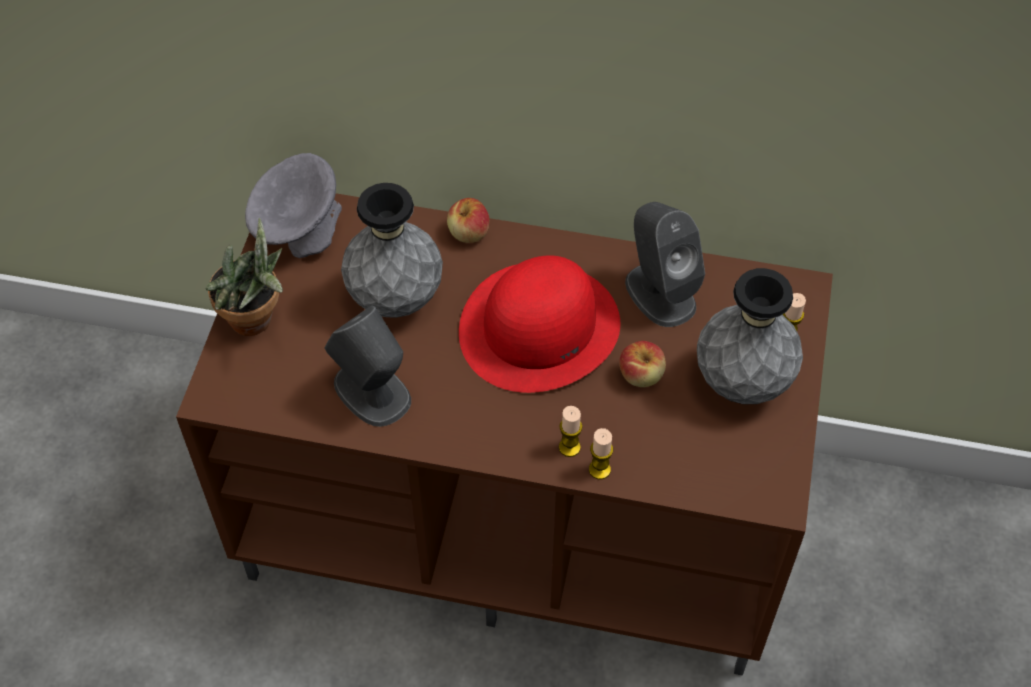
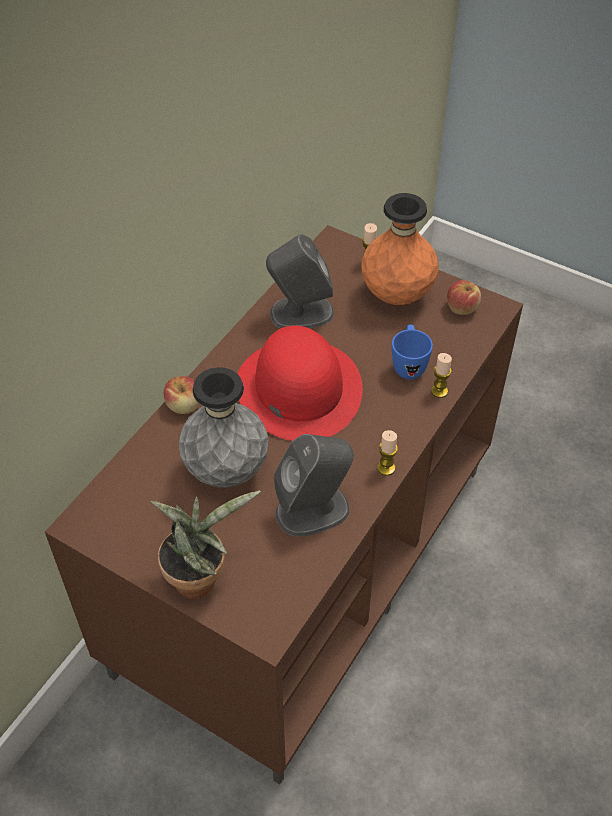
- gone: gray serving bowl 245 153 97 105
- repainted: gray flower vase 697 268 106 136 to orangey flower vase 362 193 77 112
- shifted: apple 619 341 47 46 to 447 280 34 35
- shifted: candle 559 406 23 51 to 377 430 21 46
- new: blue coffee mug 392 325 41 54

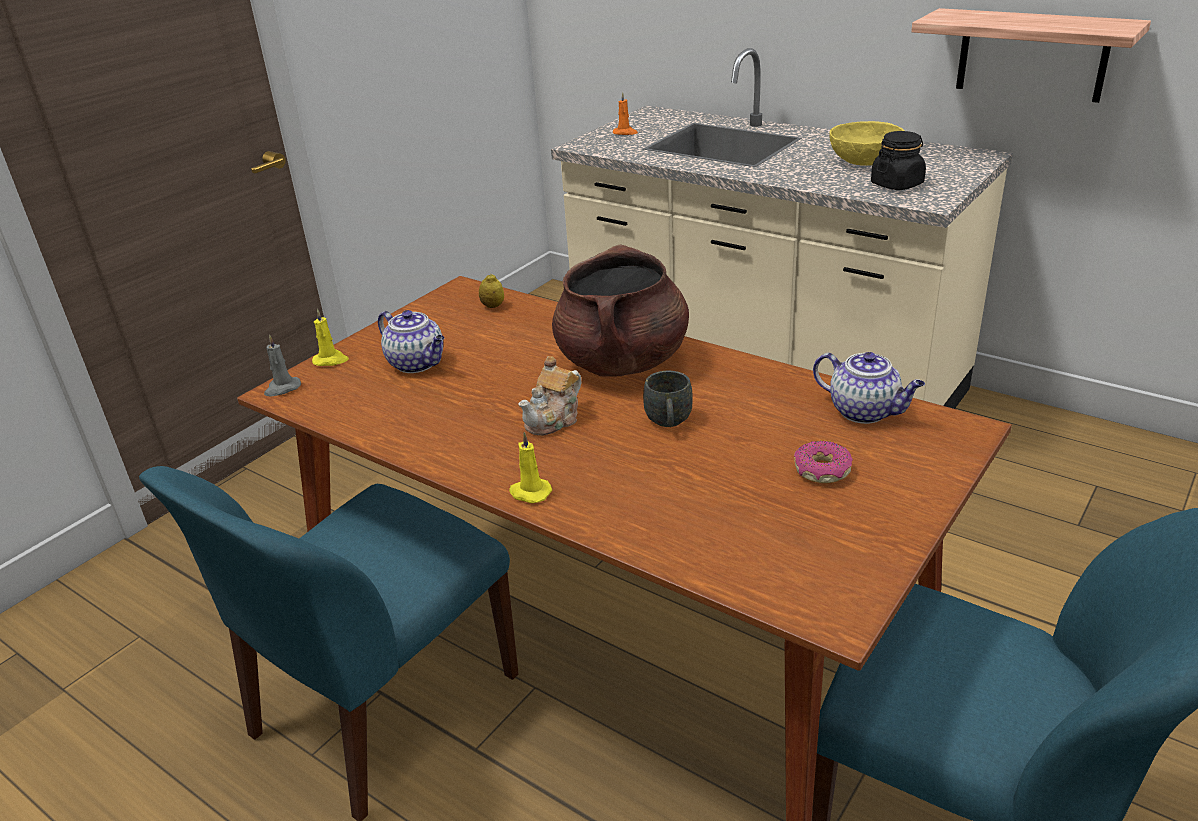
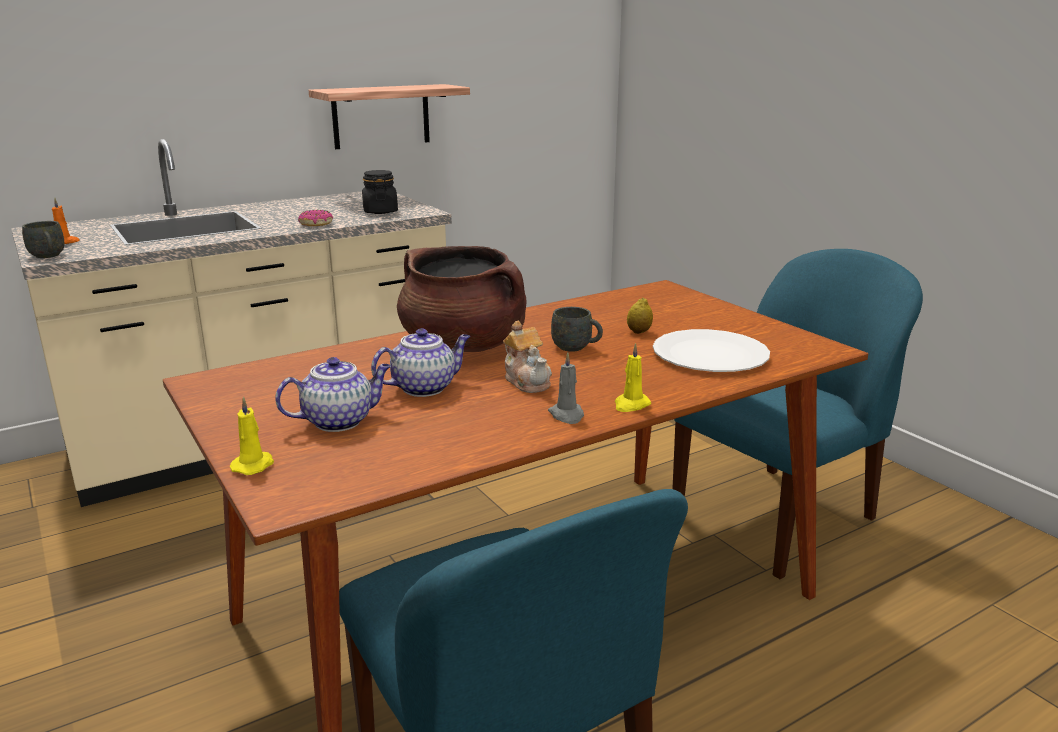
- gone: yellowish serving bowl 829 121 75 45
- shifted: whole lemon 479 274 25 34 to 627 297 26 37
- shifted: gray candle 264 335 37 61 to 548 352 36 72
- shifted: tea pot 813 352 112 72 to 371 328 99 69
- shifted: ring doughnut 794 441 59 42 to 298 210 35 16
- new: gray coffee mug 22 221 43 37
- new: white-coloured flat dish 653 329 117 43

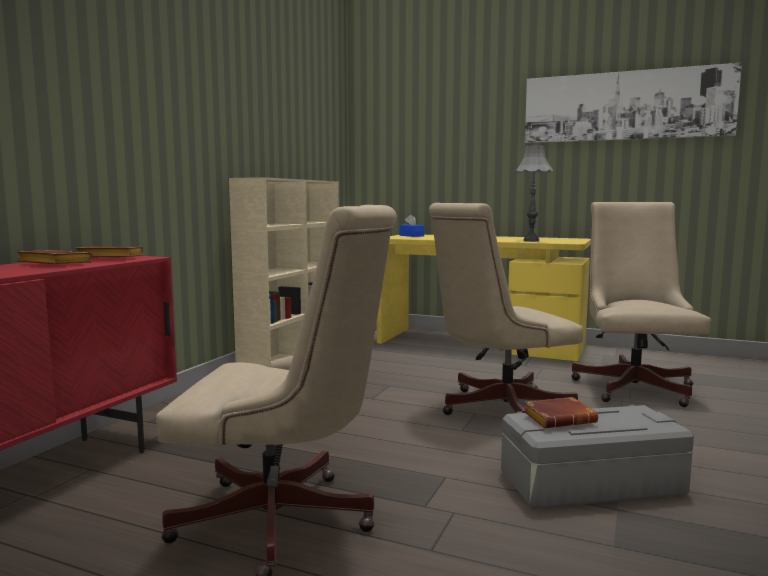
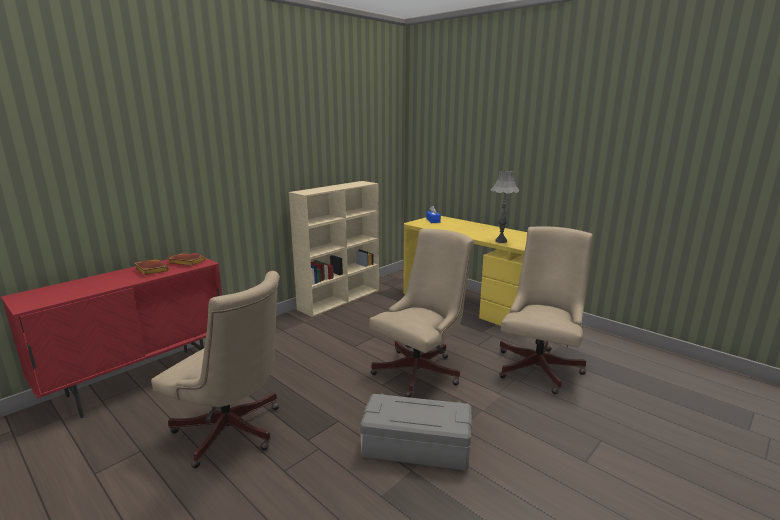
- gone: picture 525 63 217 80
- rotated: beige-coloured computer chair 429 203 154 212 = 369 228 105 169 135 degrees clockwise
- gone: brown-coloured volume 523 397 75 31

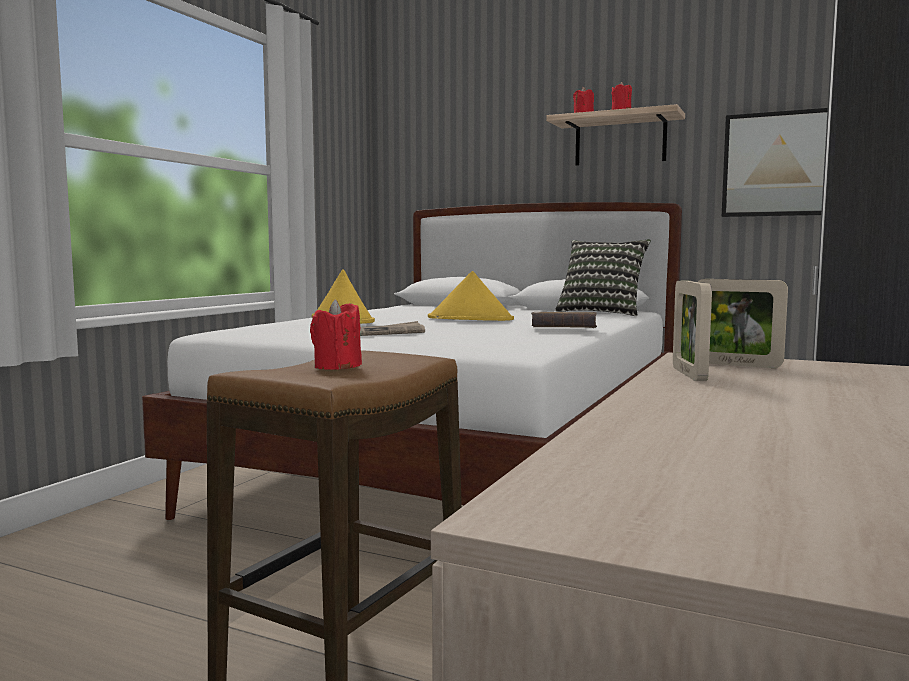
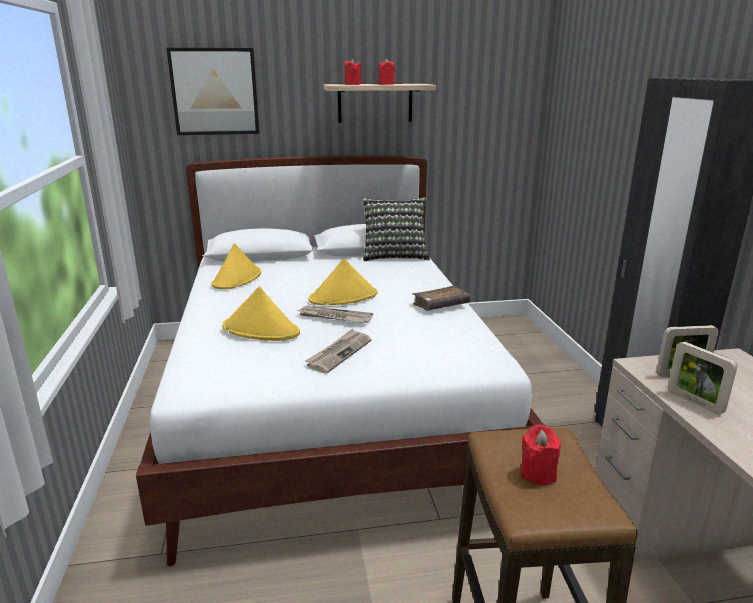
- shifted: picture 722 108 106 109 to 166 48 93 87
- new: yellowish clothing hat 212 243 49 46
- new: printed paper 297 306 76 17

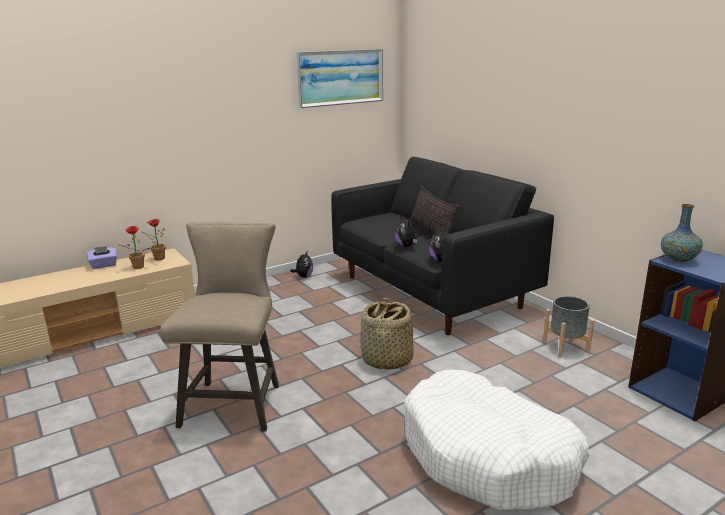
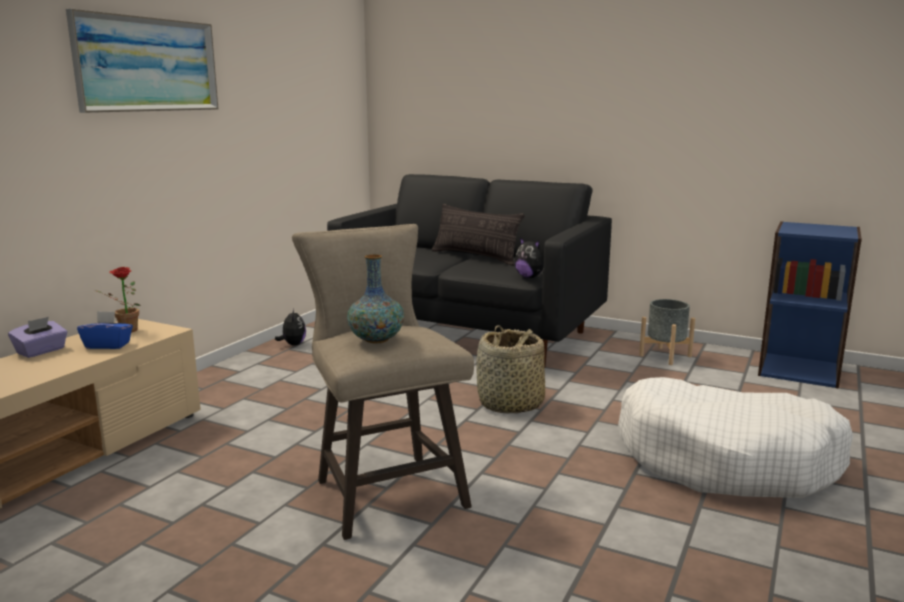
- shifted: picture 296 49 87 59 to 66 9 152 104
- shifted: flower vase 661 204 42 58 to 347 254 57 89
- gone: soft toy 395 216 23 32
- swapped: houseplant 120 226 30 43 to blue tissue box 77 311 56 38

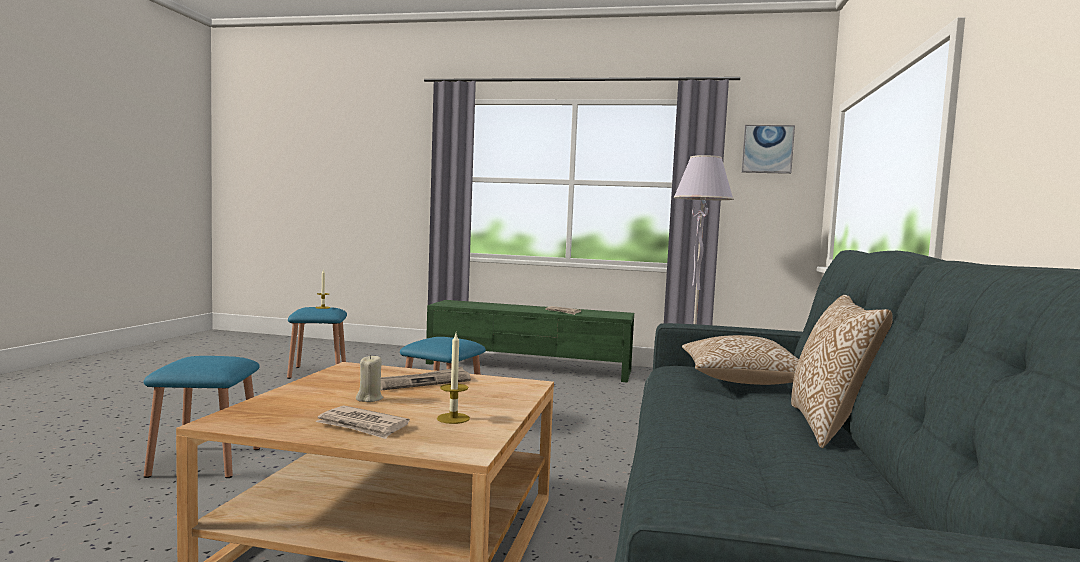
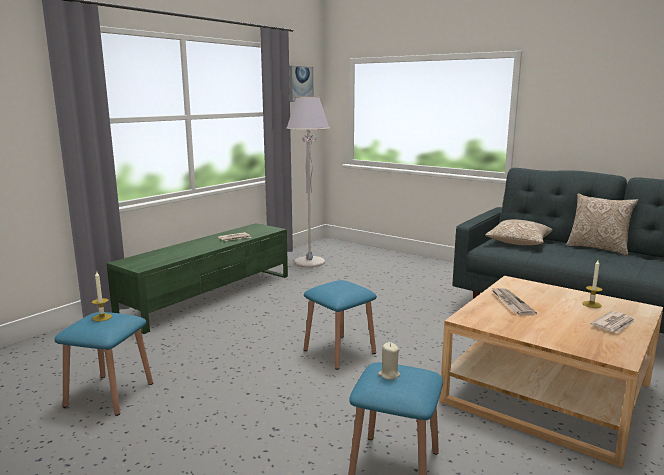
- shifted: beige-coloured candle 356 355 27 47 to 378 342 23 38

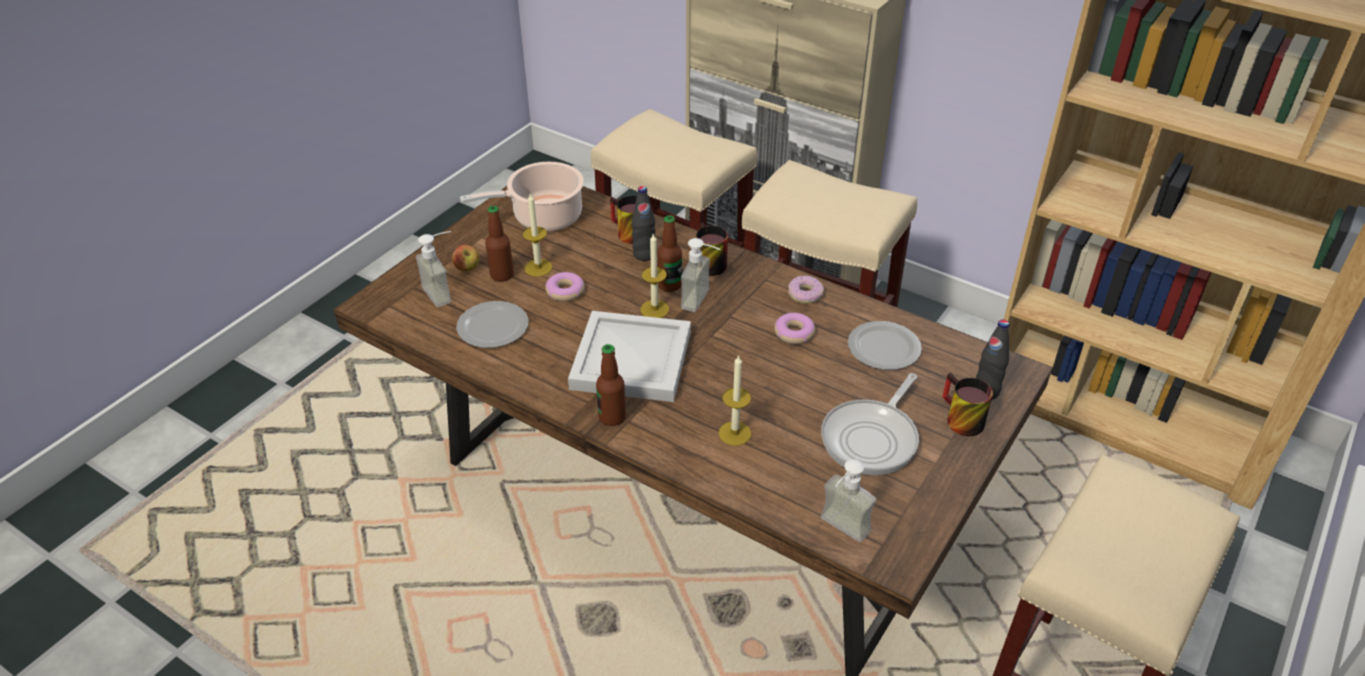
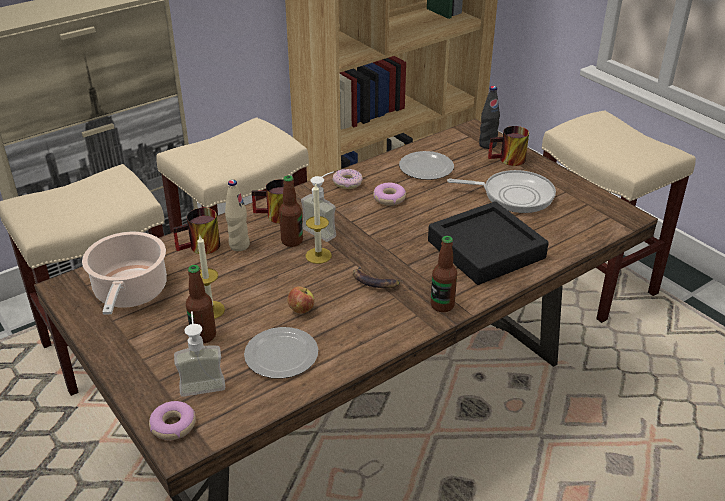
- repainted: black bottle 632 186 24 75 to beige-coloured bottle 225 180 25 71
- shifted: apple 452 245 27 26 to 287 286 28 28
- shifted: ring doughnut 545 272 40 30 to 149 401 47 39
- swapped: white-coloured tray 568 311 123 91 to banana fruit 353 266 47 22
- swapped: candle 719 355 32 91 to black tray 428 201 121 84
- rotated: skillet 821 373 98 102 = 447 170 109 43 45 degrees counterclockwise
- gone: liquid soap bottle 820 459 57 83

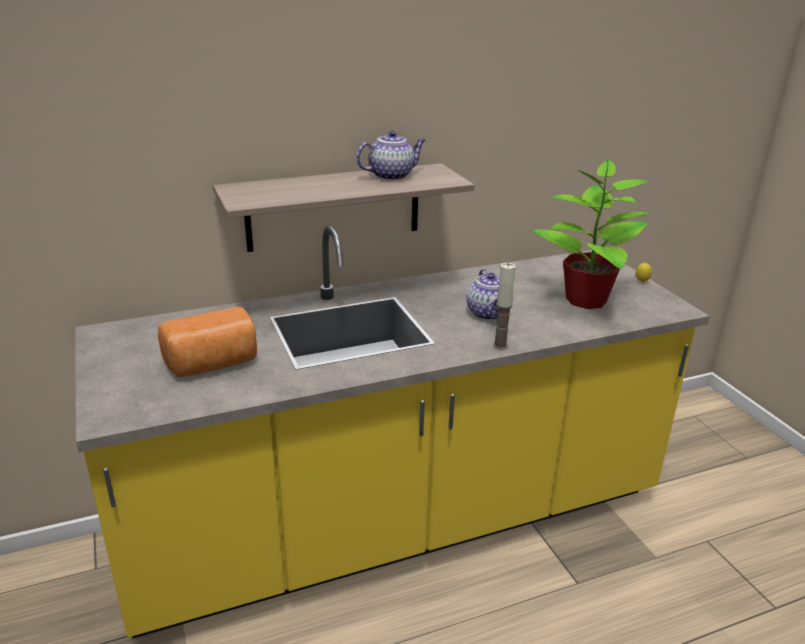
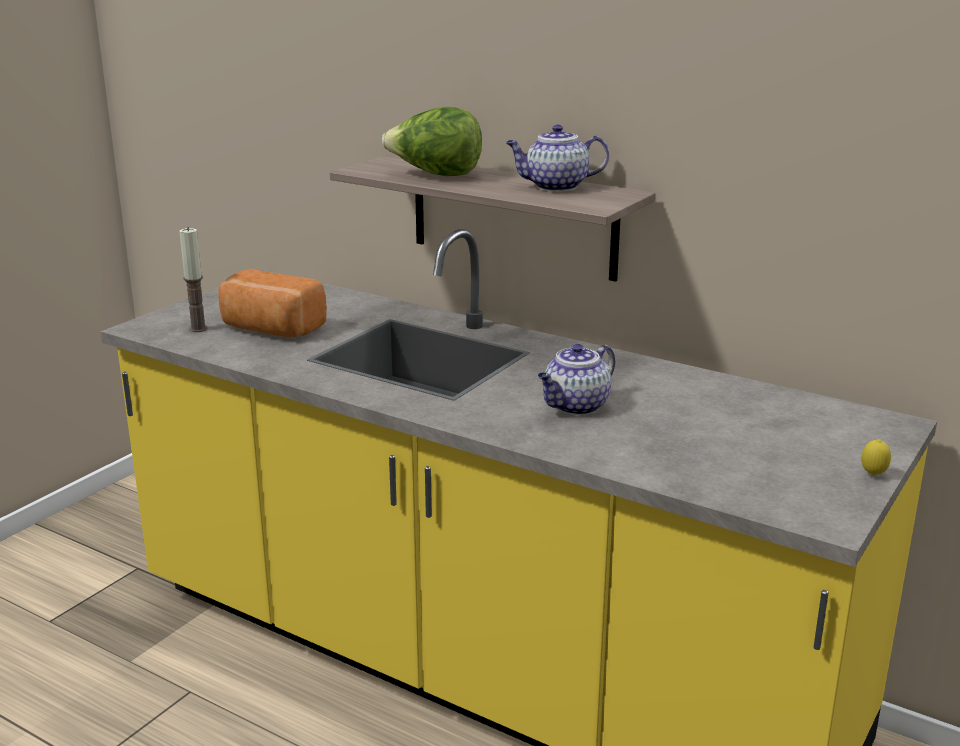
- rotated: tea pot 356 131 69 49 = 506 125 103 67 150 degrees clockwise
- gone: houseplant 531 160 121 149
- shifted: candle 493 263 23 87 to 179 227 29 105
- new: head of lettuce 382 106 100 70

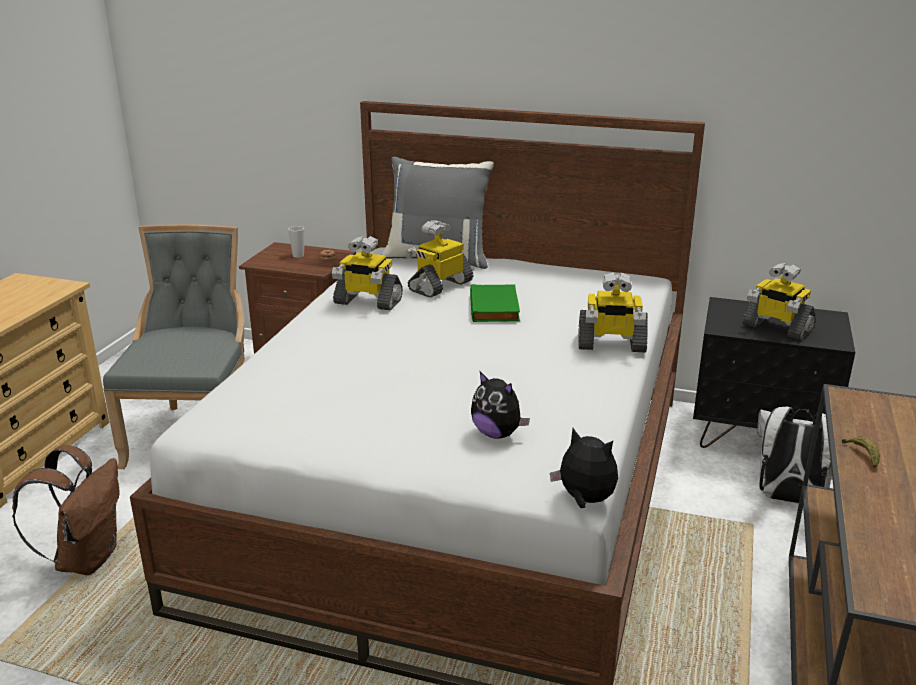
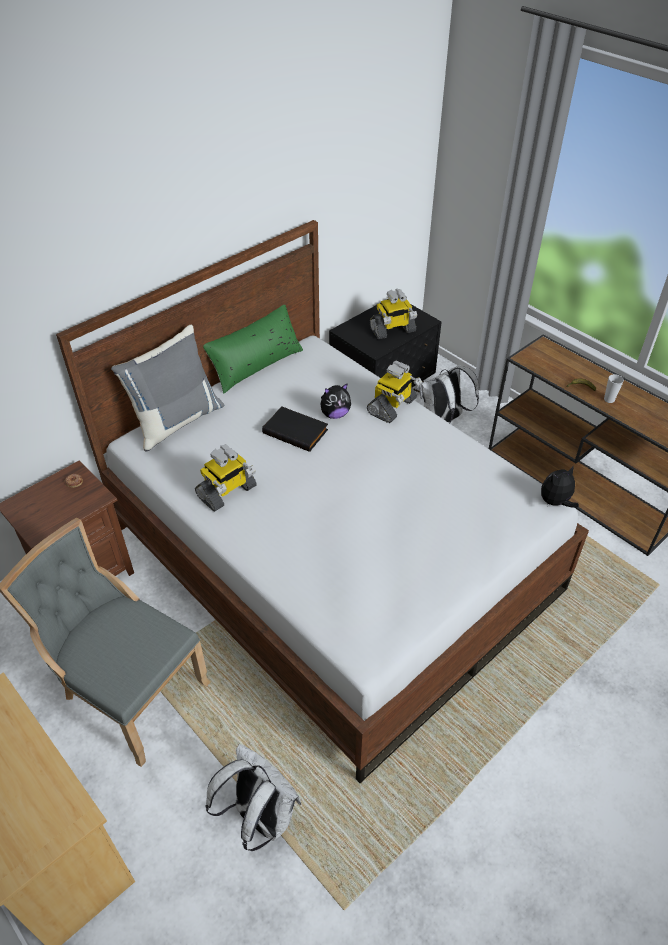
- gone: toy robot 405 220 69 77
- shifted: small cup 288 226 16 32 to 604 374 20 29
- repainted: green volume 470 284 50 38 to black volume 262 406 66 46
- shifted: soft toy 471 372 59 67 to 320 384 31 35
- repainted: brown-coloured backpack 12 445 108 130 to white-coloured backpack 205 744 96 107
- new: green throw pillow 203 305 100 89

